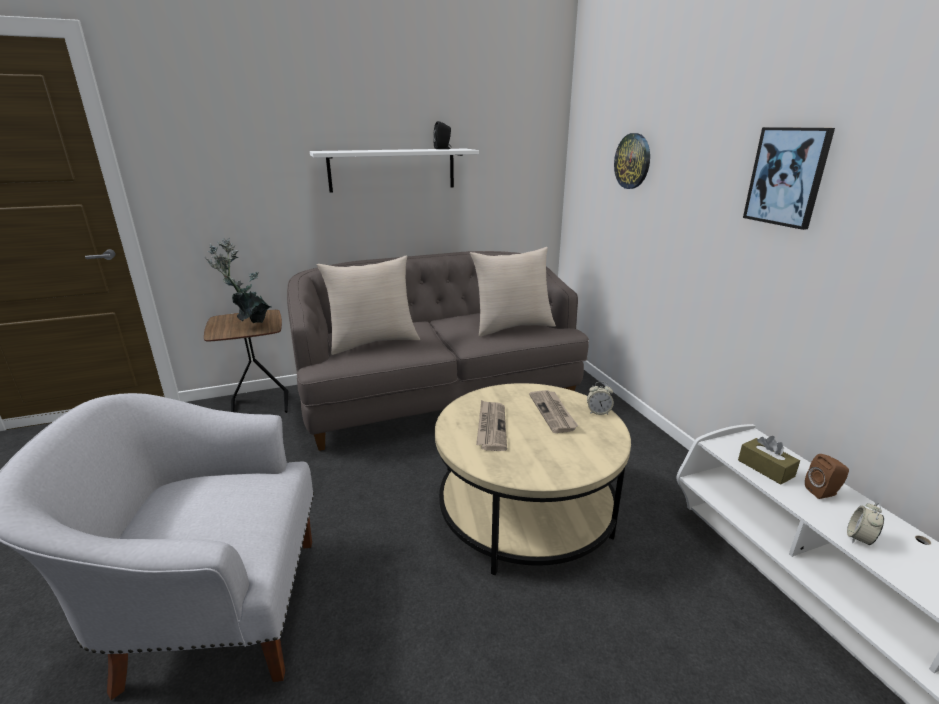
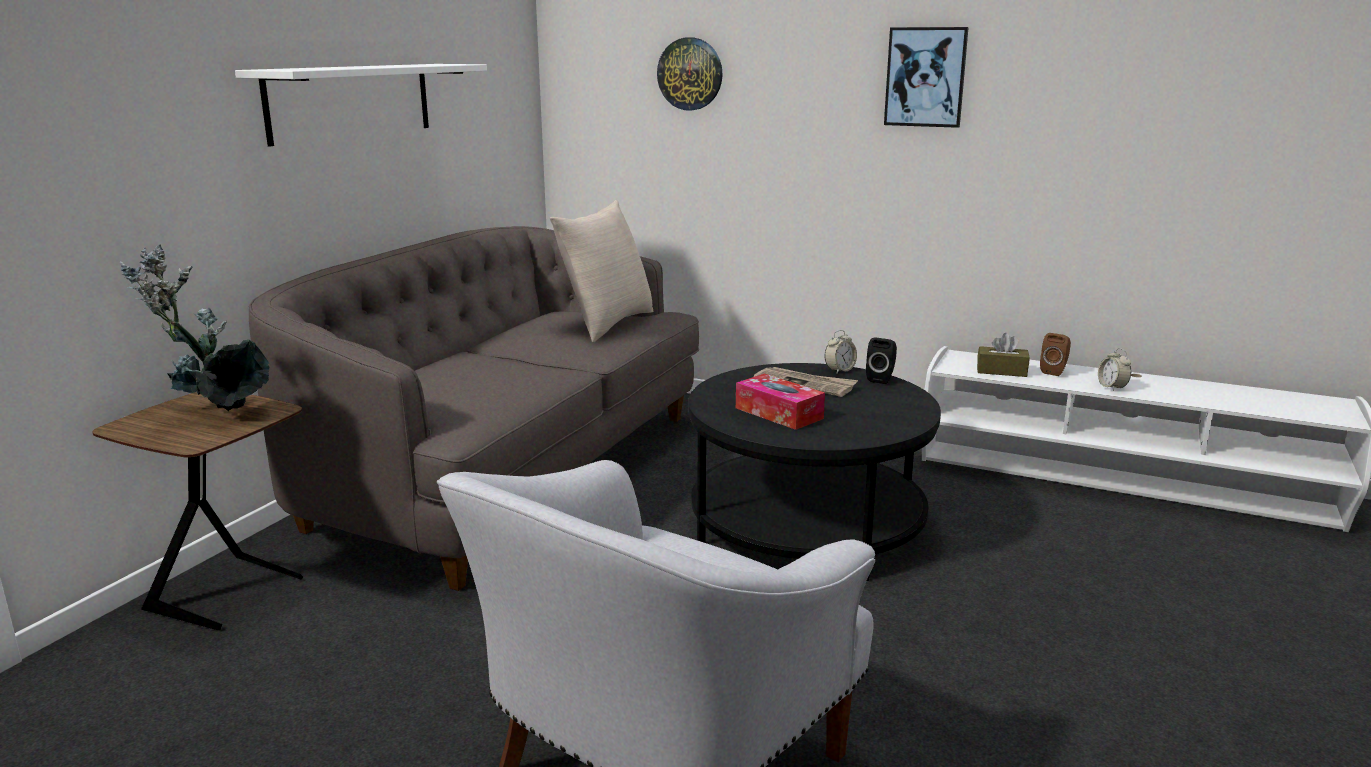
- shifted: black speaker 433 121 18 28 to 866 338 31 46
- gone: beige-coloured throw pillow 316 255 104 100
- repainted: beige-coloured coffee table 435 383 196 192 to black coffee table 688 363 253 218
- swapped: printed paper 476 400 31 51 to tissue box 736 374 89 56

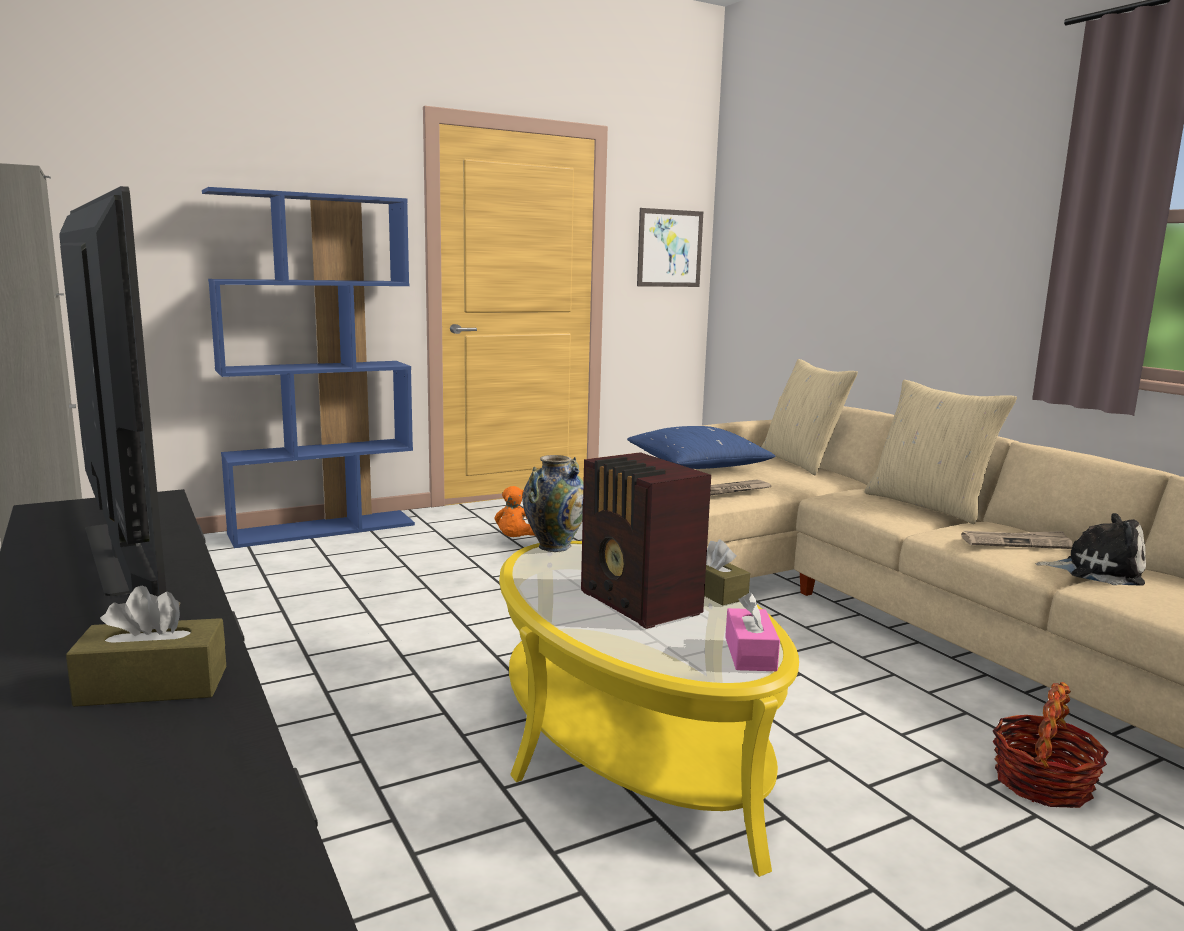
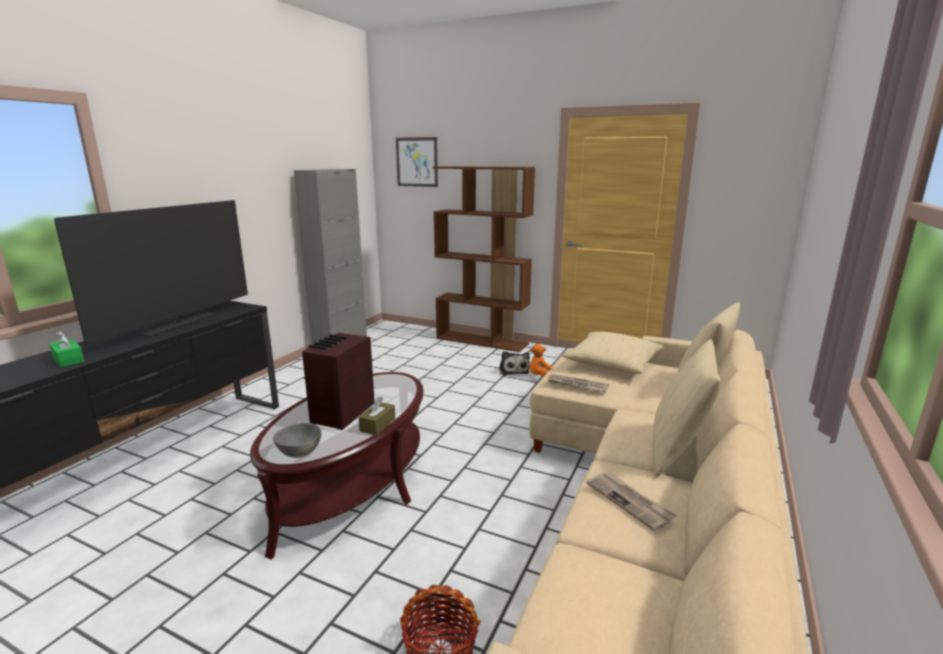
- repainted: blue bookshelf 202 187 213 361 to brown-coloured bookshelf 433 166 102 186
- shifted: picture 637 208 66 79 to 396 137 42 50
- repainted: blue throw pillow 627 426 149 43 to beige-coloured throw pillow 563 332 101 42
- gone: flower vase 523 455 61 97
- shifted: soft toy 1035 513 111 73 to 499 351 31 25
- repainted: yellowish coffee table 499 541 300 336 to brown-coloured coffee table 250 372 174 188
- repainted: brown-coloured tissue box 66 586 160 121 to green tissue box 49 331 35 36
- swapped: pinkish tissue box 725 592 55 79 to gray serving bowl 273 423 48 35

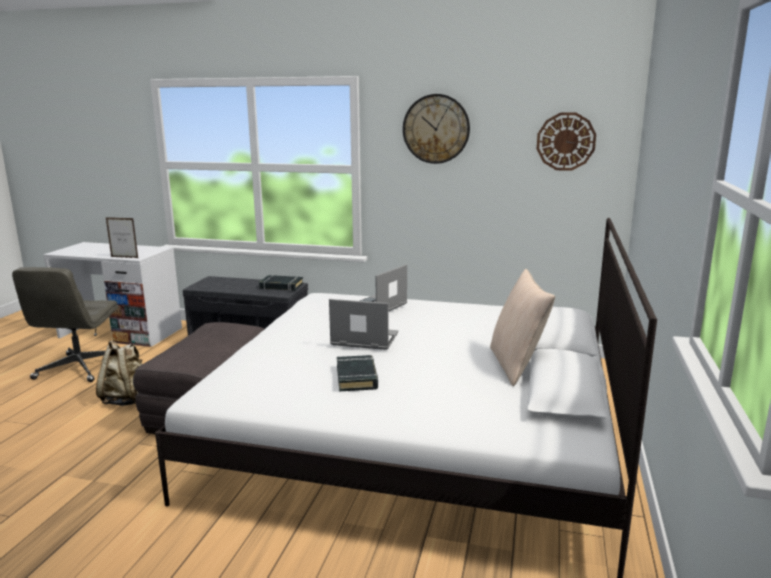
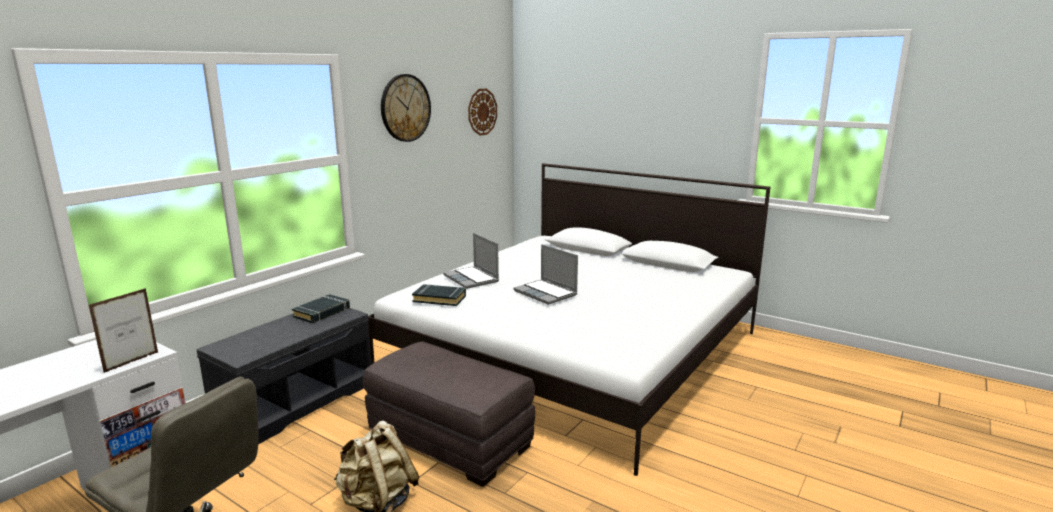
- gone: beige-coloured throw pillow 490 269 65 117
- rotated: laptop 329 299 69 51 = 513 244 65 61 75 degrees counterclockwise
- shifted: black volume 337 355 41 36 to 412 284 54 22

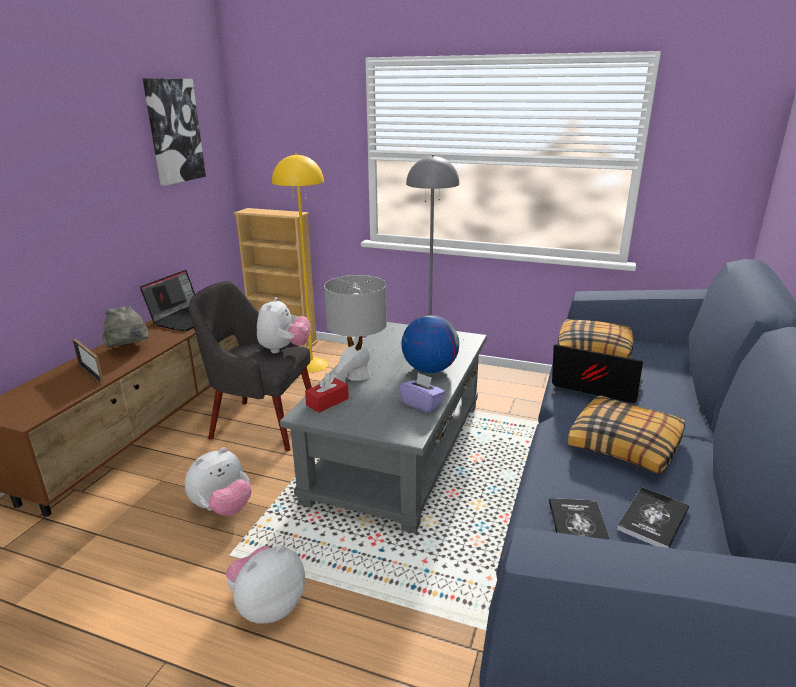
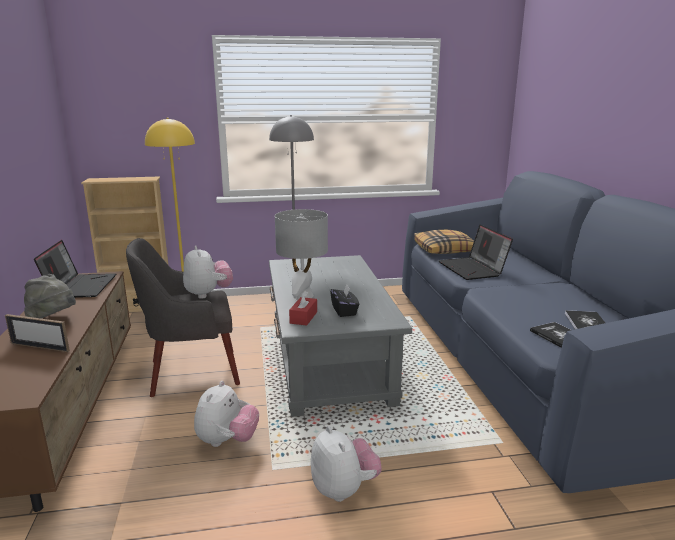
- gone: picture 143 78 63 108
- gone: world globe 401 315 58 58
- rotated: laptop 552 344 91 59 = 439 224 74 56 105 degrees counterclockwise
- gone: purplish tissue box 399 373 46 40
- gone: throw pillow 568 395 117 79
- rotated: soft toy 226 546 79 78 = 311 426 71 76 135 degrees clockwise
- new: black tissue box 330 284 29 33

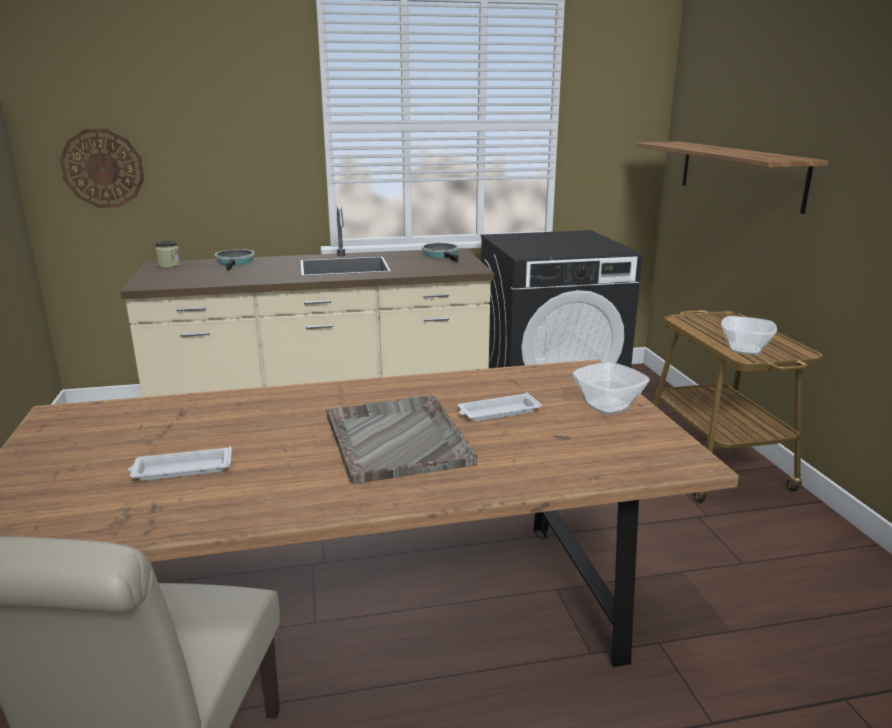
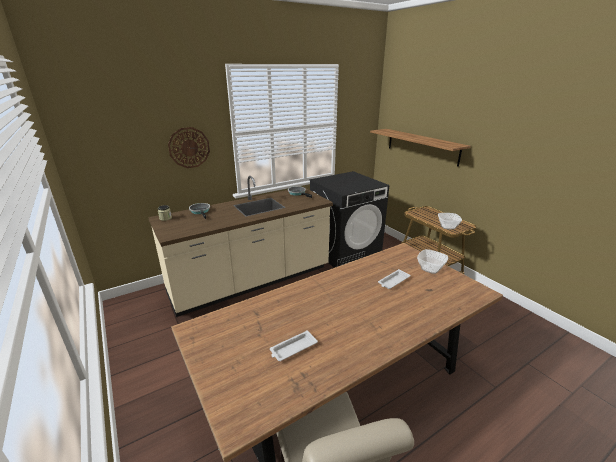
- shifted: clock on the wall 60 129 85 79 to 168 127 42 41
- gone: gray tray 326 395 151 89

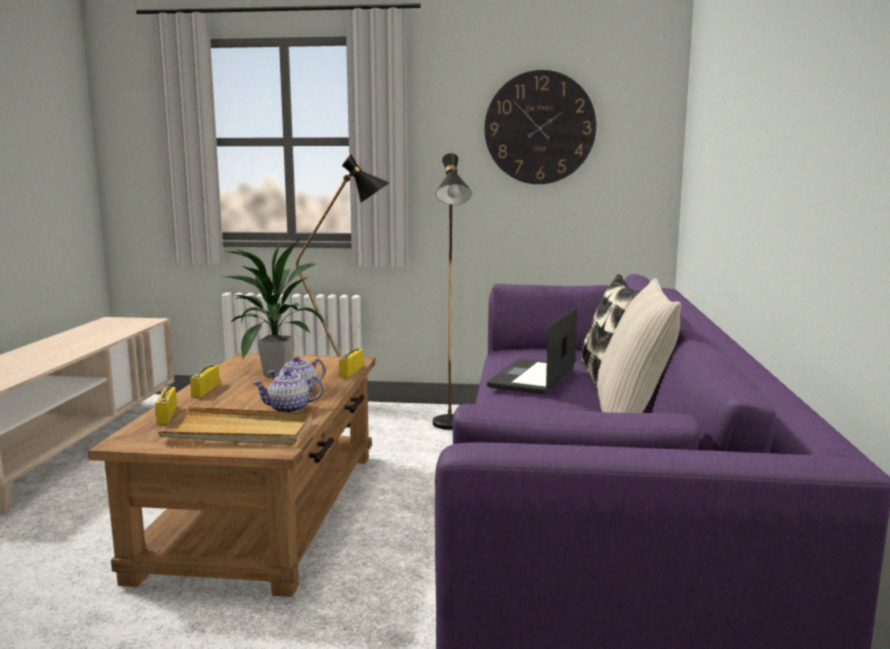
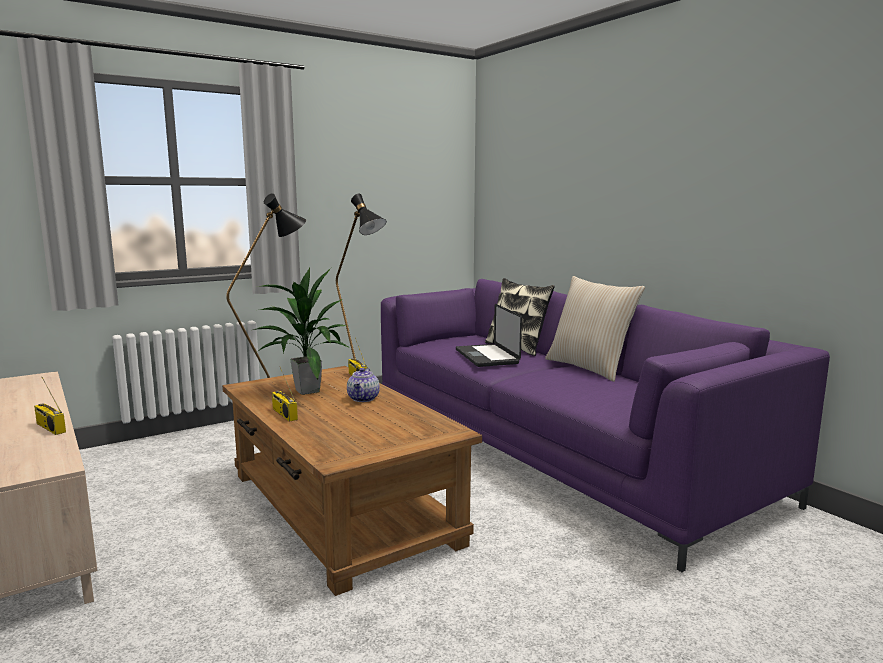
- gone: clock on the wall 485 70 111 114
- shifted: radio receiver 155 358 22 67 to 34 377 32 58
- gone: tea pot 253 370 70 42
- gone: beige-coloured tray 158 407 154 39

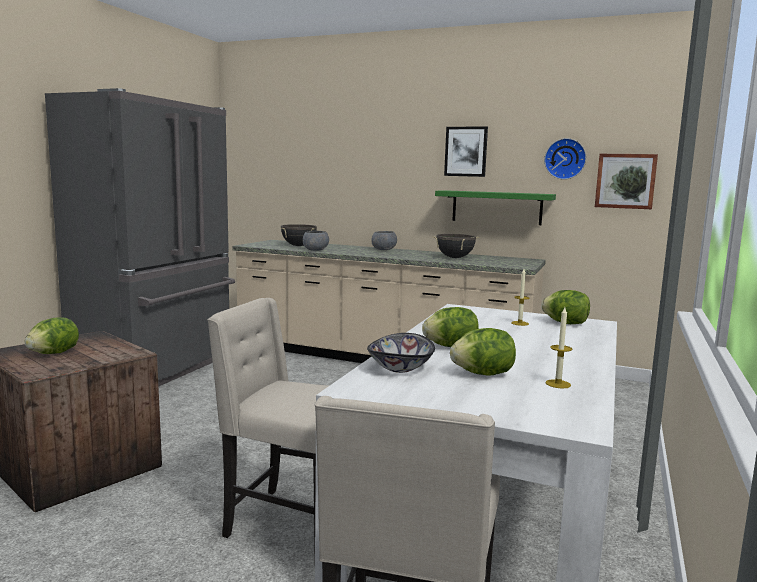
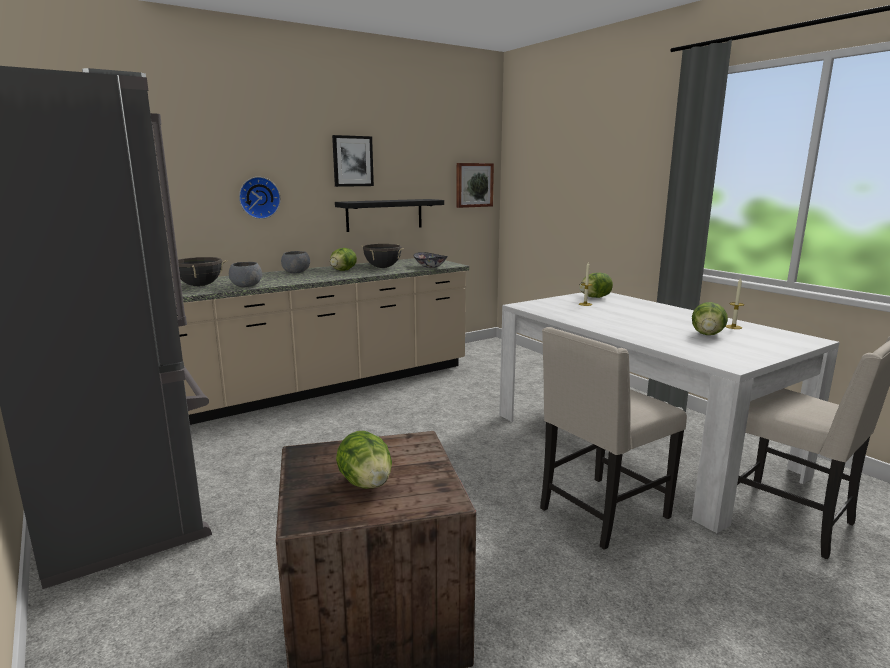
- shifted: clock on the wall 544 138 42 42 to 239 177 42 42
- repainted: green bracket shelf 435 190 121 35 to black bracket shelf 335 199 109 33
- shifted: head of lettuce 422 307 57 40 to 330 248 27 23
- shifted: serving bowl 367 333 68 40 to 413 252 35 16

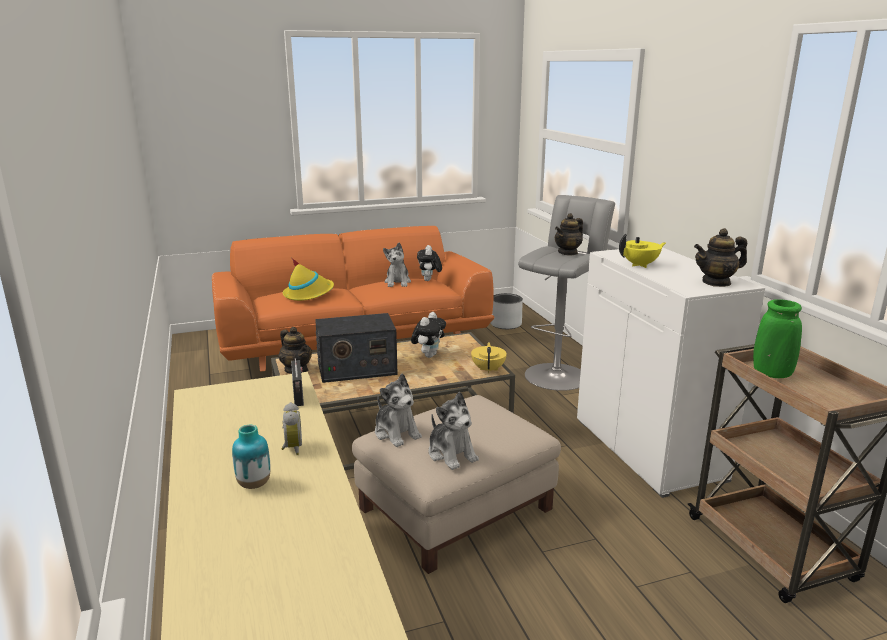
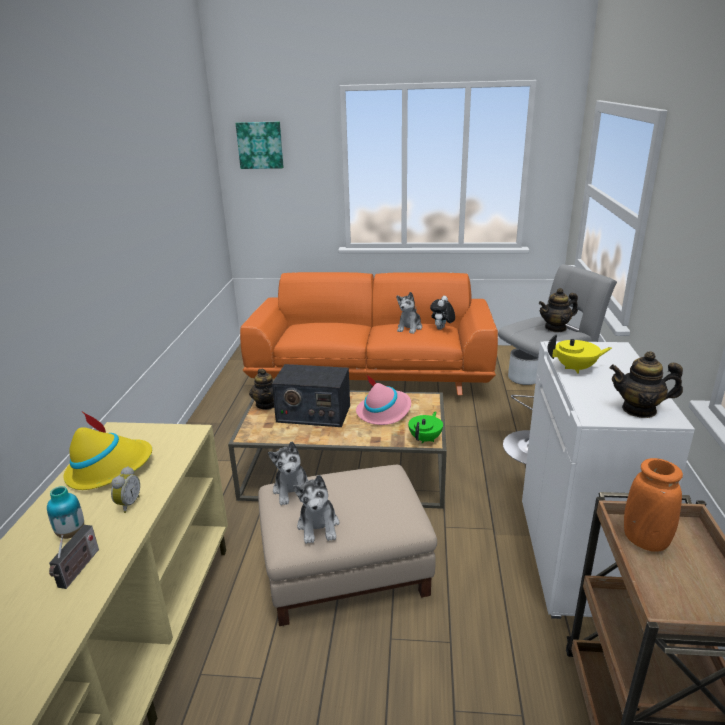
- shifted: yellowish clothing hat 283 257 51 44 to 63 411 89 79
- repainted: green flower vase 753 299 49 79 to orangey flower vase 624 458 59 94
- swapped: soft toy 411 312 35 46 to pinkish clothing hat 356 374 55 51
- repainted: yellowish tea pot 471 342 36 31 to green tea pot 408 411 35 33
- shifted: radio receiver 291 358 13 48 to 49 525 50 64
- new: picture 236 122 48 47

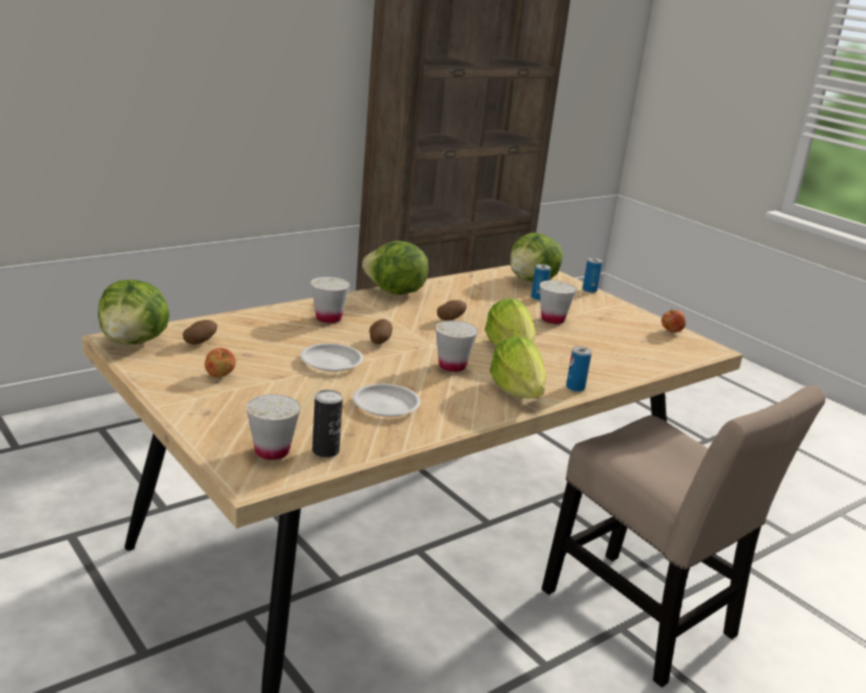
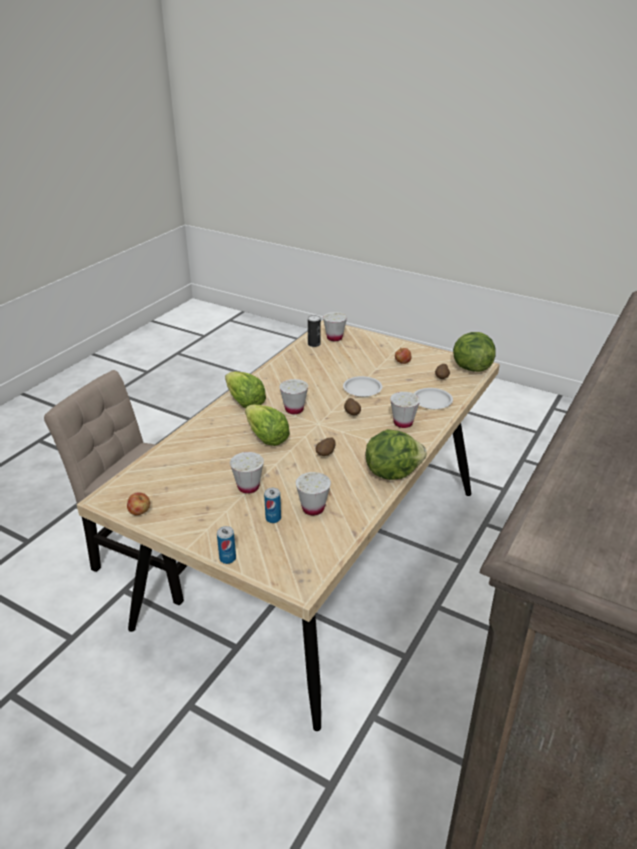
- gone: head of lettuce 510 232 53 50
- gone: metal can 566 346 26 46
- shifted: white-coloured flat dish 353 384 68 33 to 414 388 39 21
- new: white-coloured small cup 296 472 35 44

